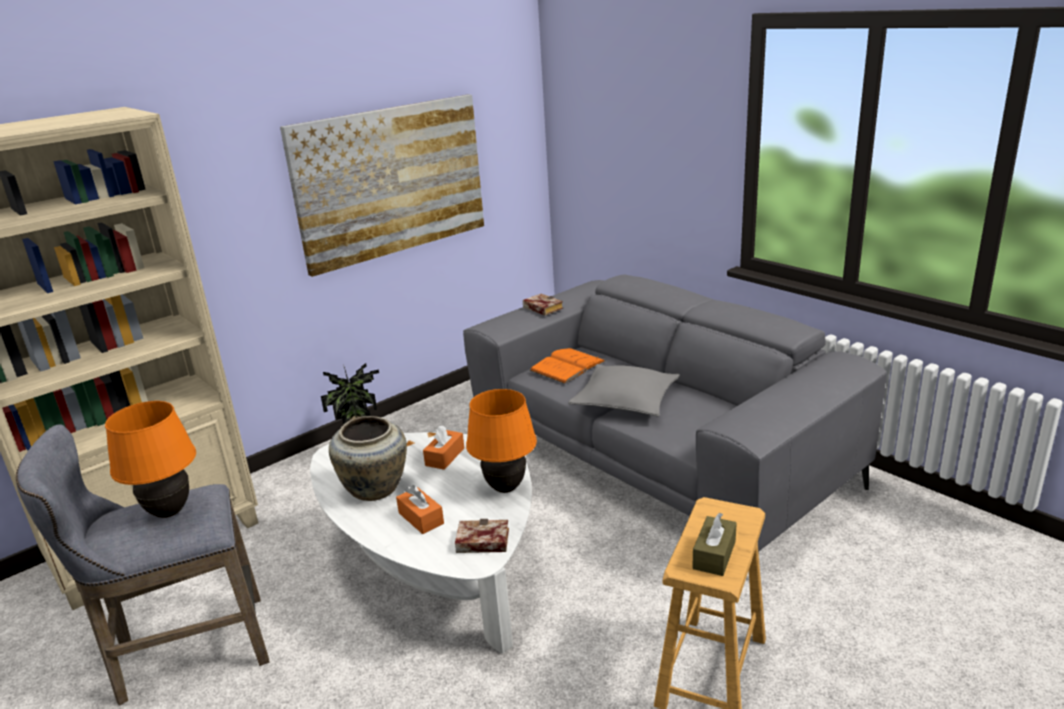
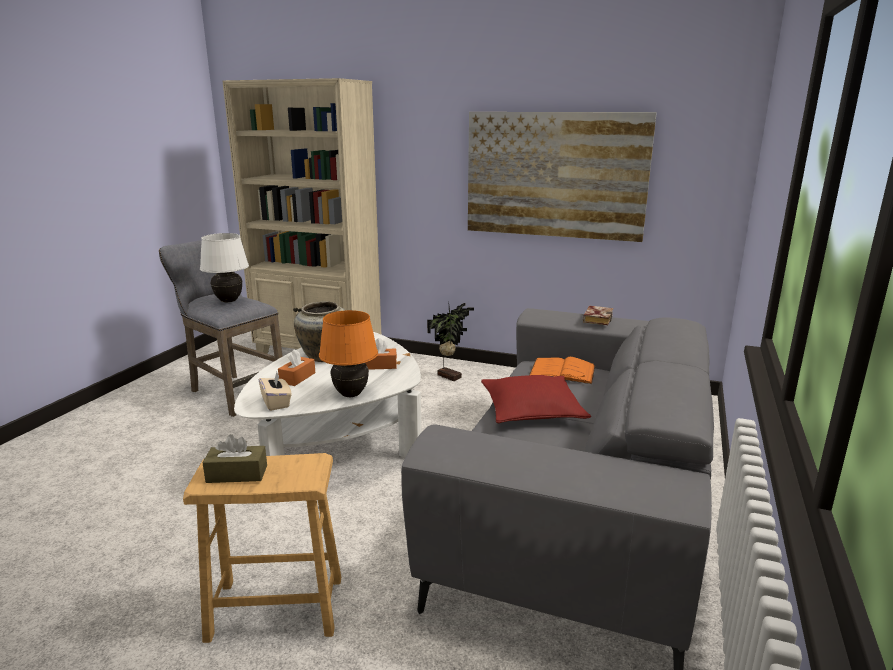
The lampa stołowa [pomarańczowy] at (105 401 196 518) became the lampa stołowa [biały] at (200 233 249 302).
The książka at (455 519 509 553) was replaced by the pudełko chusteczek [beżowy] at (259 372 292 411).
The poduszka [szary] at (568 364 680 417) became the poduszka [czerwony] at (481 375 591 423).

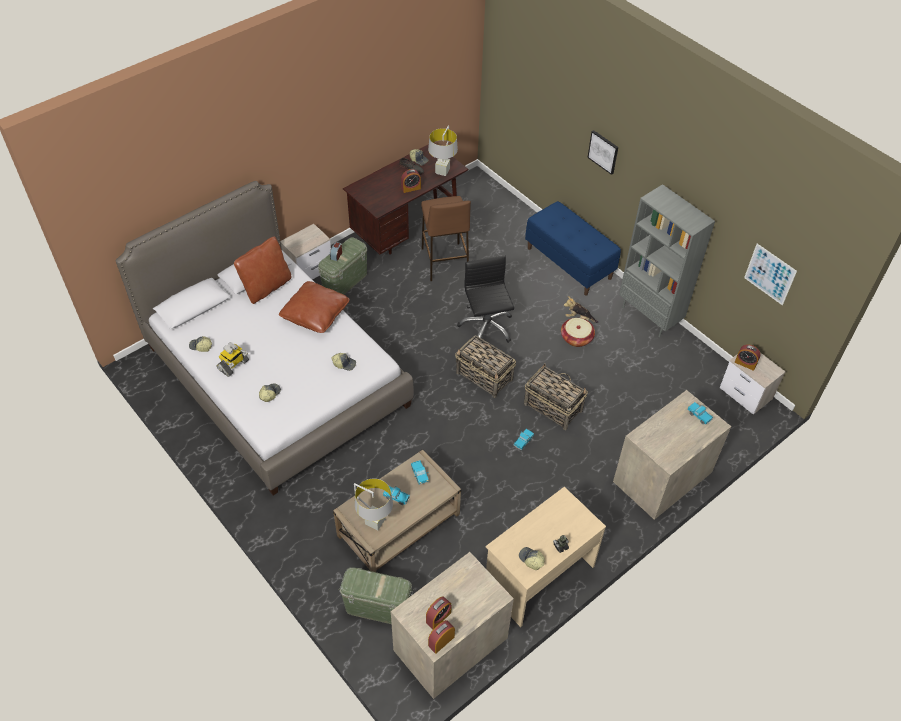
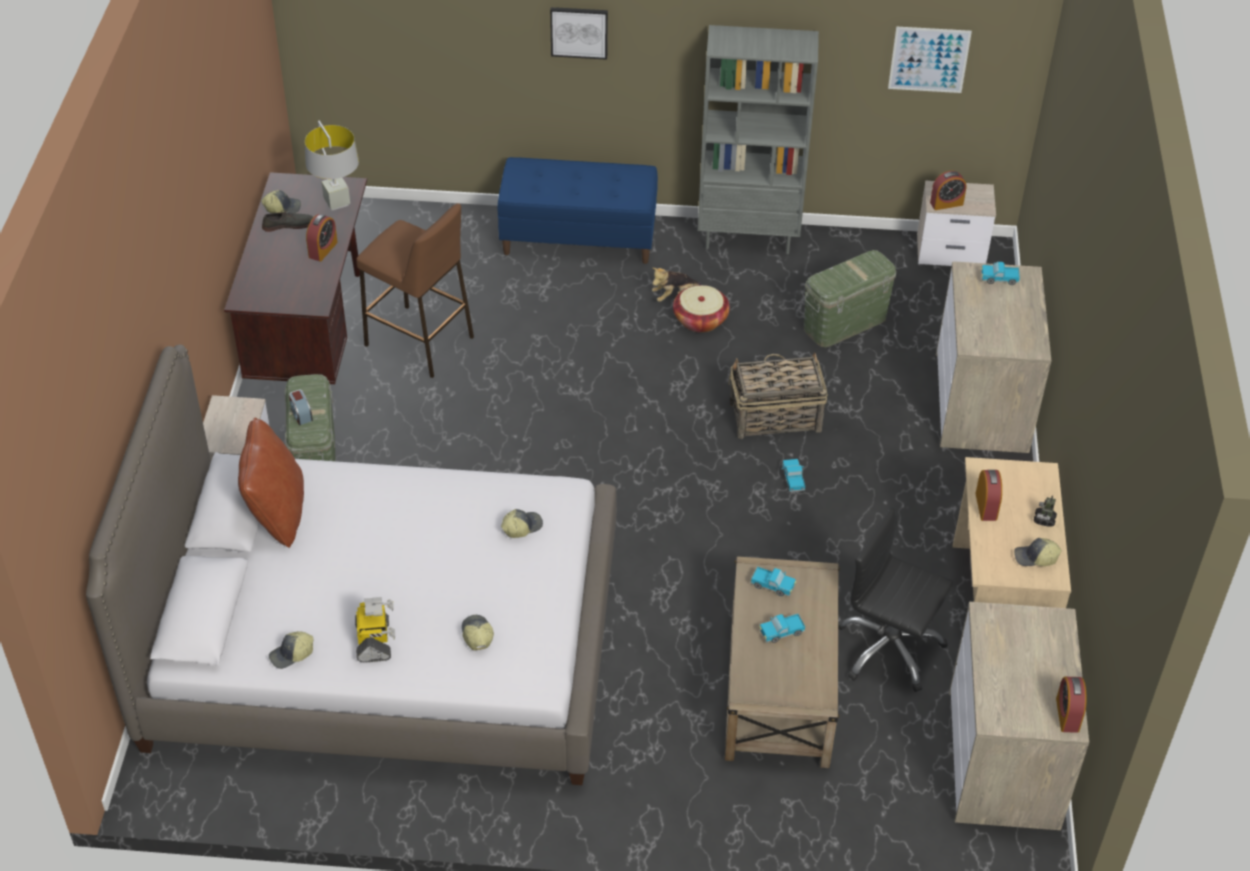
The poduszka [brązowy] at (279 281 350 333) disappeared.
The pojemnik do przechowywania [zielony] moved from (339 567 413 624) to (804 250 897 347).
The lampa stołowa [szary] at (354 479 393 531) disappeared.
The budzik moved from (426 596 452 629) to (975 470 1002 521).
The koszyk at (455 335 516 398) disappeared.
The krzesło biurowe [czarny] moved from (457 256 514 343) to (838 507 954 692).

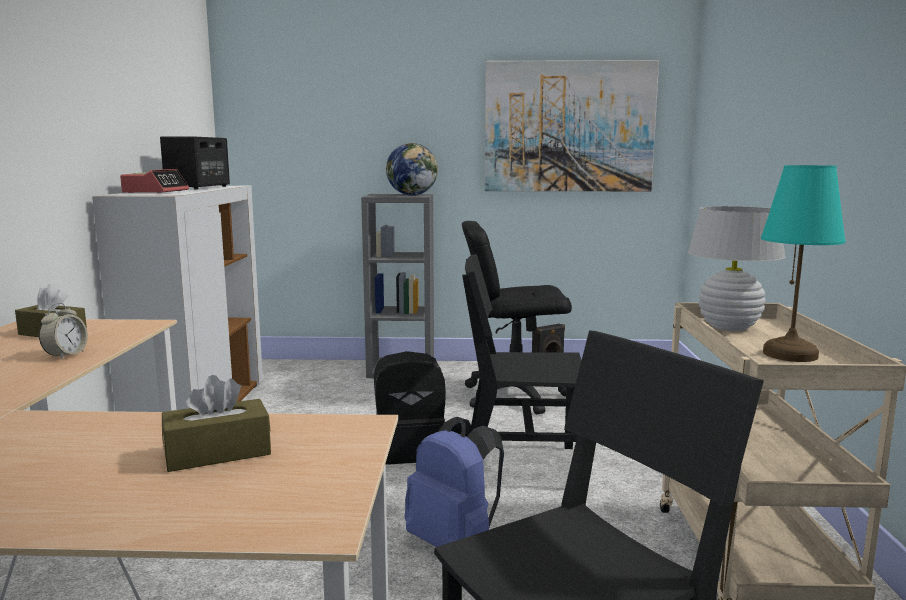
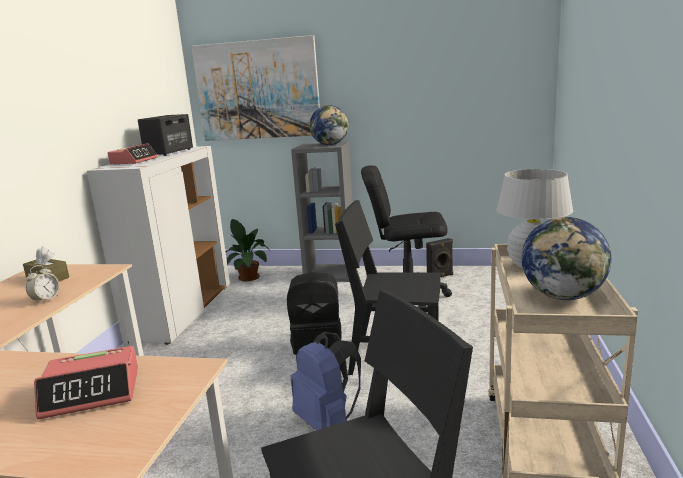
The pudełko chusteczek [brązowy] at (162 375 271 472) was replaced by the budzik at (34 346 138 419).
The obraz moved from (485 60 659 191) to (192 35 320 141).
The lampa stołowa [turkusowy] at (761 165 846 362) was replaced by the globus at (521 217 611 300).
The roślina doniczkowa at (225 219 270 281) appeared.

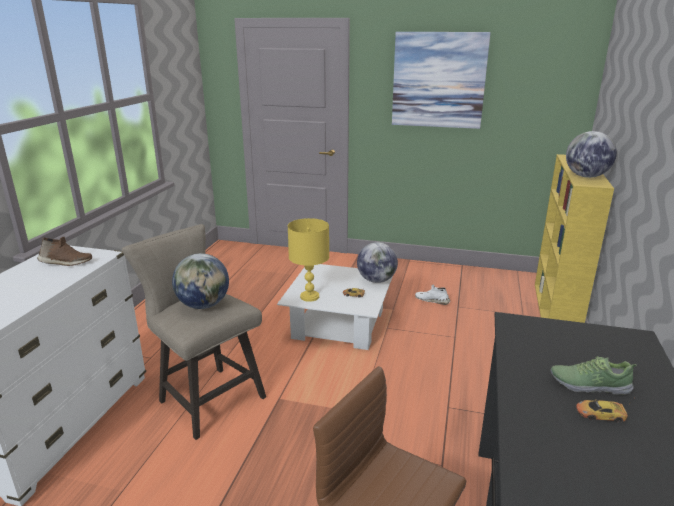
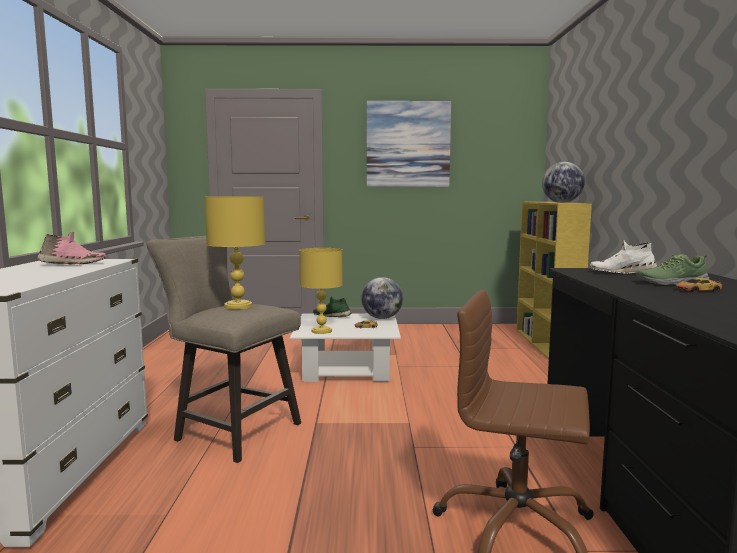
The but [brązowy] at (37 237 92 266) became the but [różowy] at (36 232 106 264).
The globus at (172 253 229 309) was replaced by the lampa stołowa [żółty] at (205 196 265 310).
The but [biały] moved from (415 285 450 305) to (590 240 657 274).
The but [zielony] at (313 297 351 317) appeared.

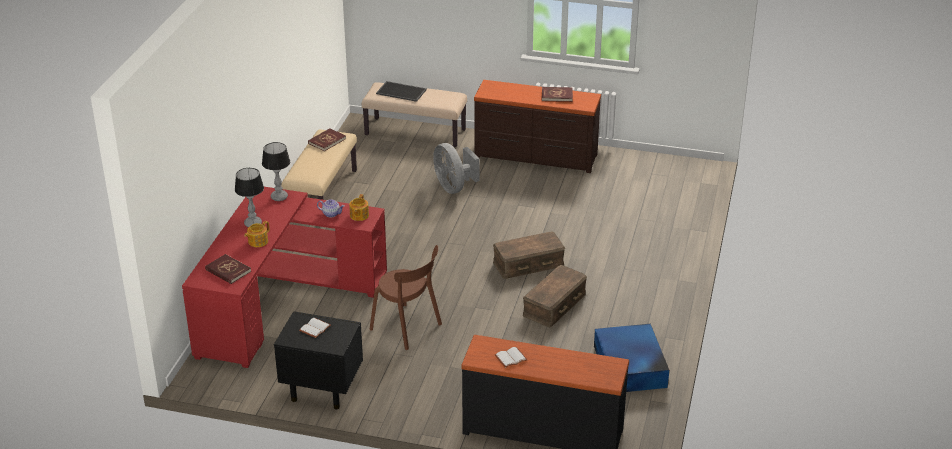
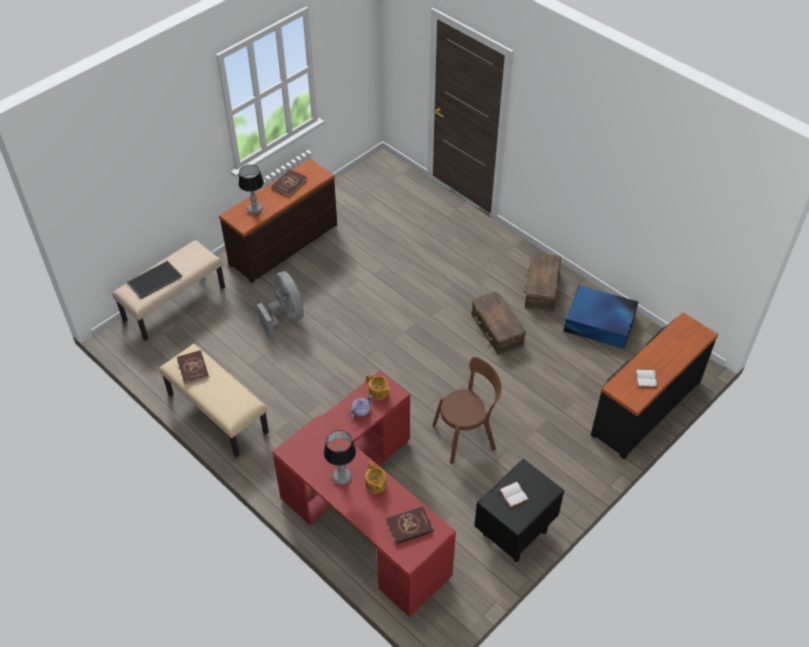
The lampa stołowa moved from (262 142 290 201) to (238 165 264 215).
The wentylator [szary] at (433 143 479 194) turned 120 degrees counterclockwise.
The pojemnik do przechowywania [brązowy] moved from (493 232 565 279) to (524 253 561 312).

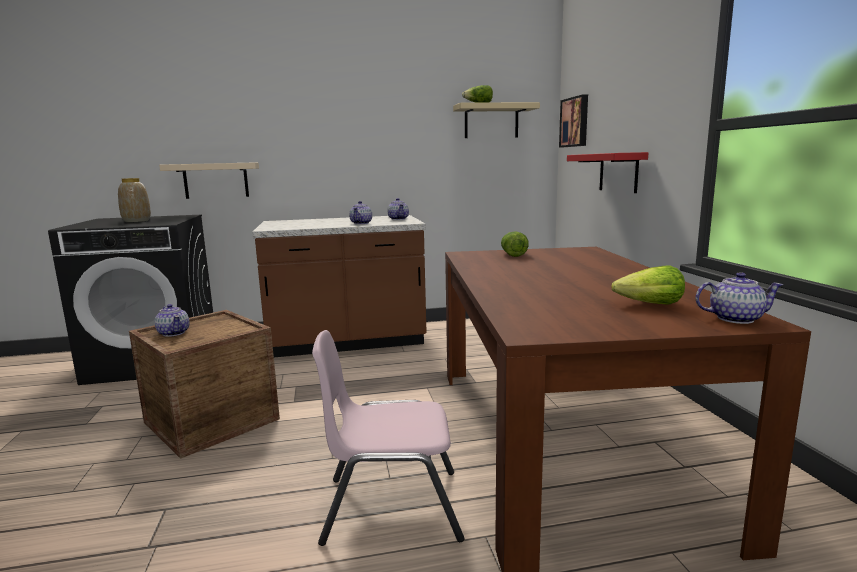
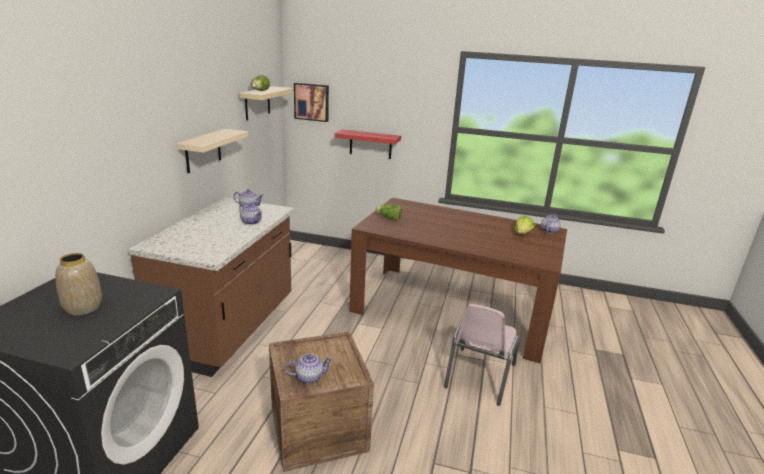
The półka [beżowy] moved from (159 162 259 199) to (176 129 248 173).

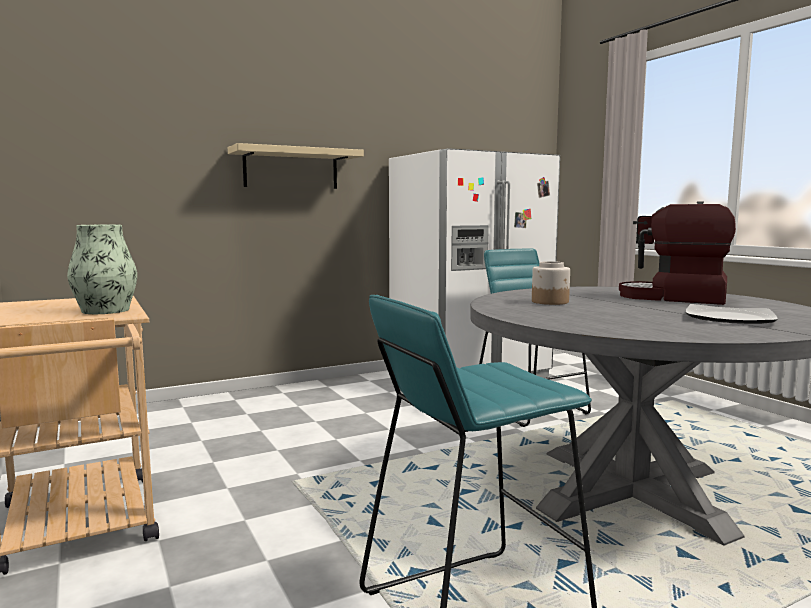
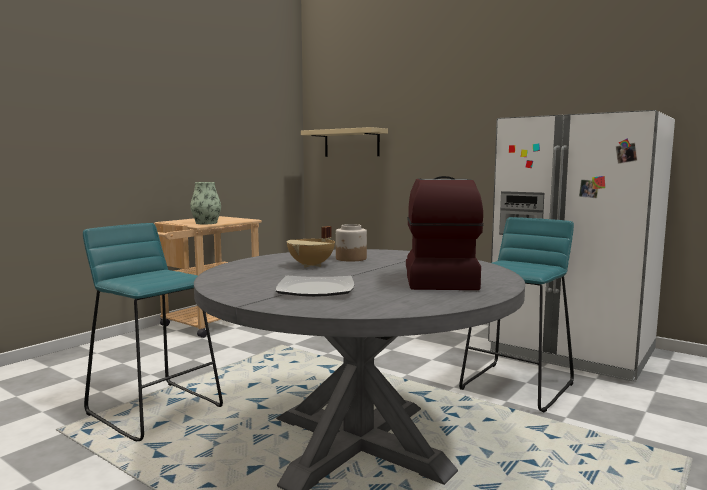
The półka [beżowy] moved from (228 143 364 189) to (301 127 388 157).
The garnek [beżowy] at (287 226 335 267) appeared.

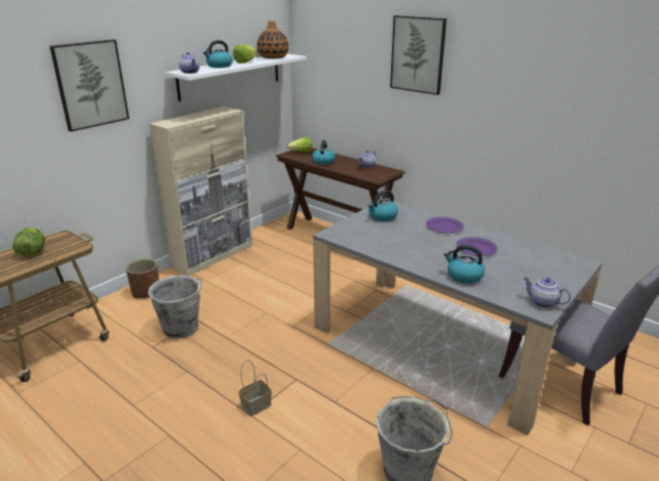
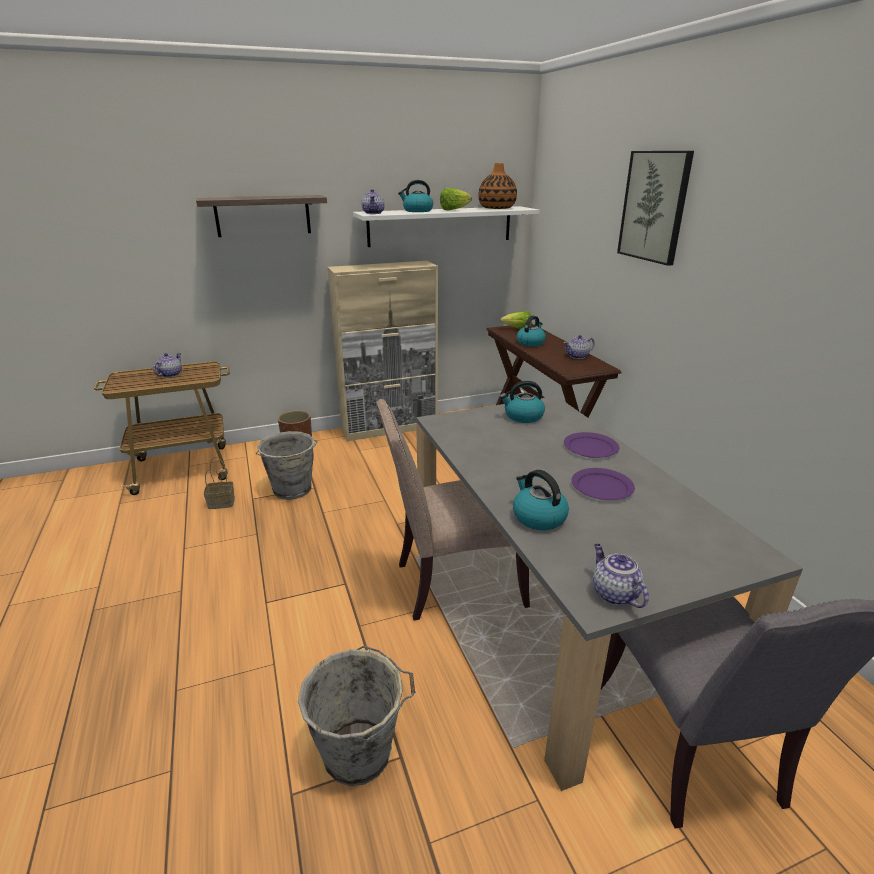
The sałata at (13 228 45 257) was replaced by the imbryk at (153 353 182 377).
The obraz at (50 39 129 132) was replaced by the półka at (196 195 327 237).
The koszyk moved from (239 360 272 416) to (204 457 235 509).
The krzesło [beżowy] at (376 399 530 620) appeared.

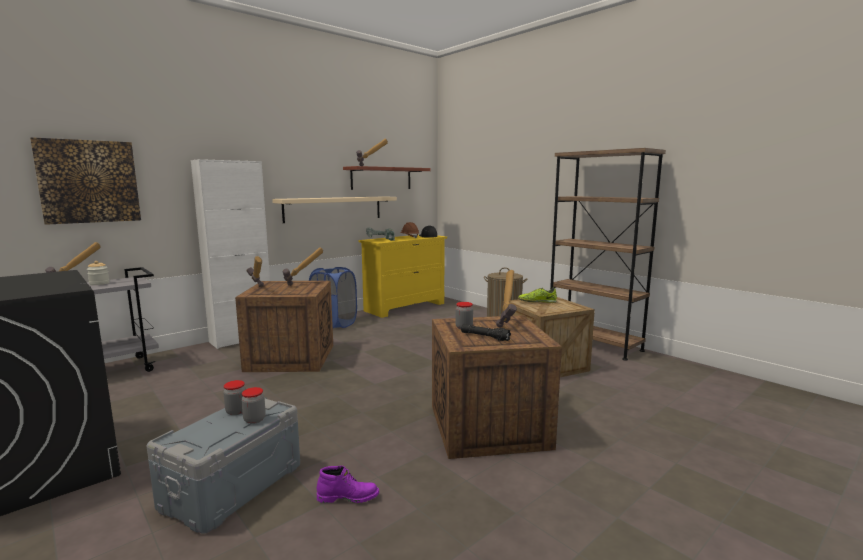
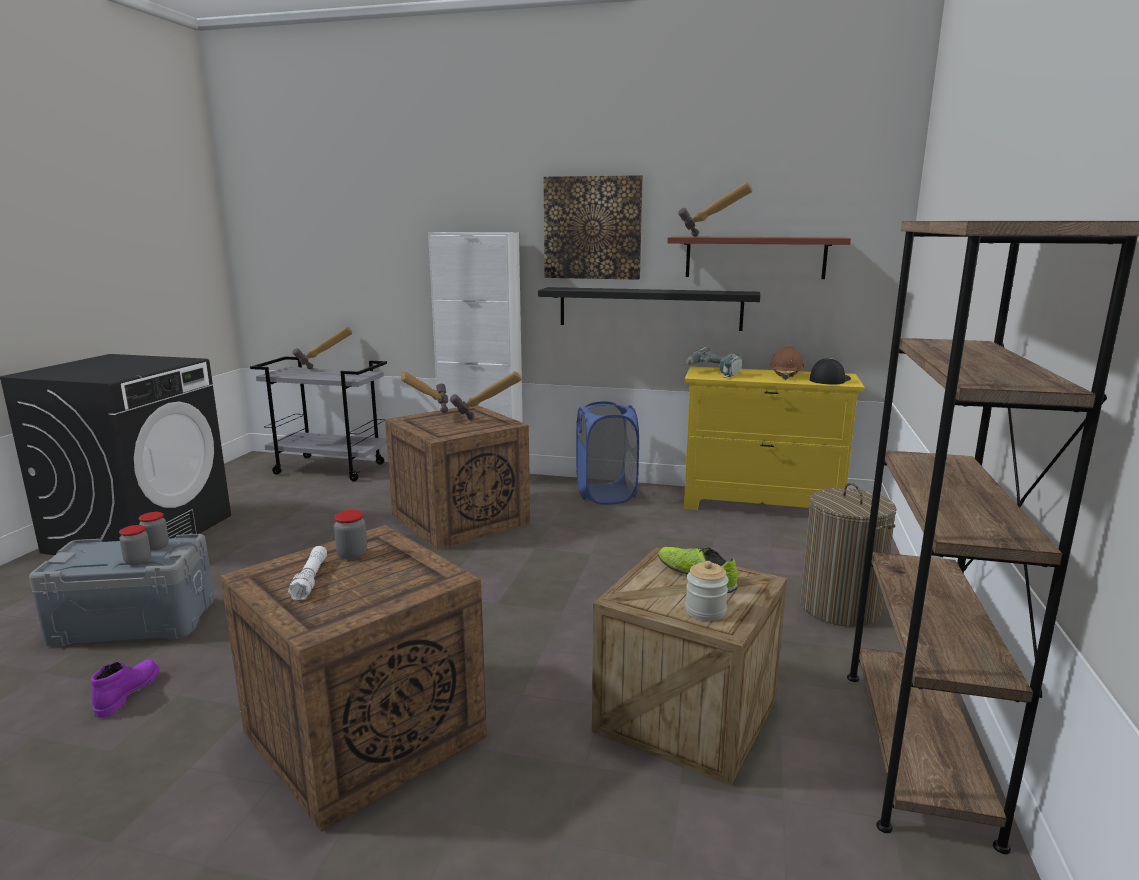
The obraz moved from (30 137 141 225) to (544 175 643 280).
The słoik moved from (87 261 110 285) to (685 561 729 621).
The półka [beżowy] at (272 196 397 223) became the półka [czarny] at (538 287 760 331).
The but z cholewką [fioletowy] at (317 465 379 503) turned 135 degrees counterclockwise.
The latarka [czarny] at (461 324 511 341) became the latarka [biały] at (288 546 327 601).
The młotek at (496 270 517 327) disappeared.

